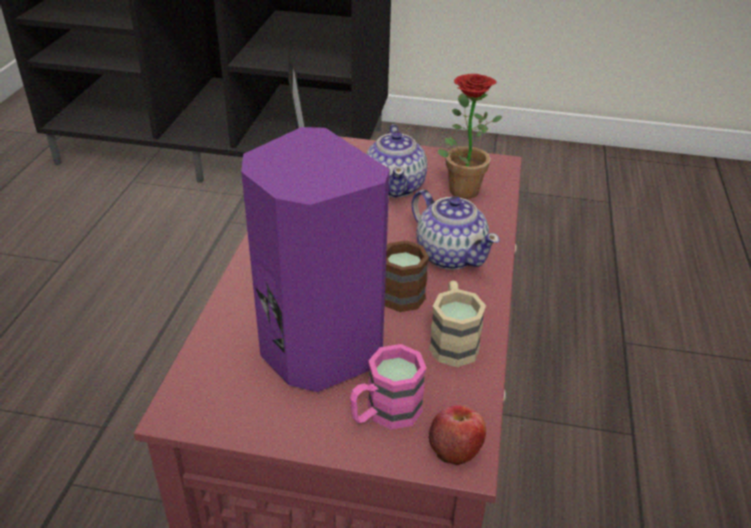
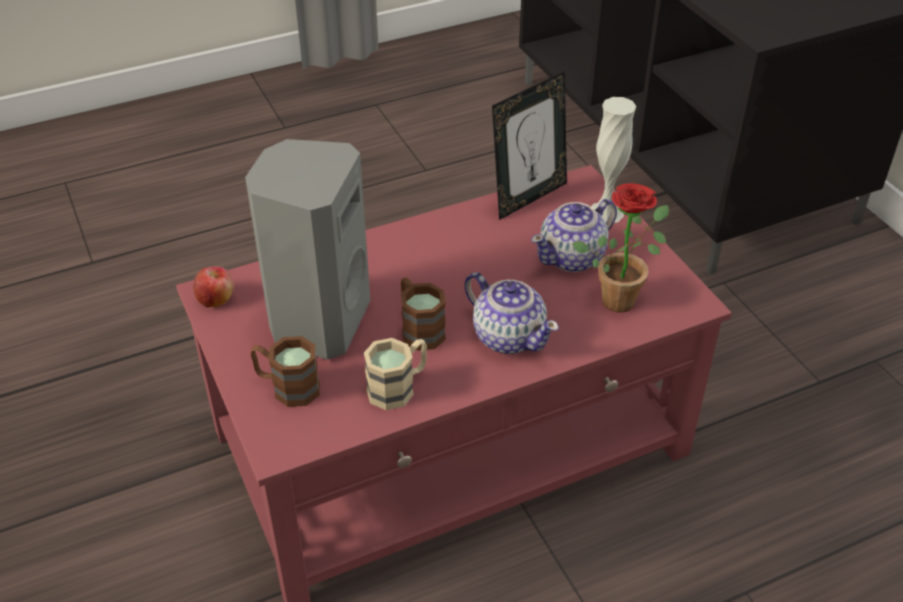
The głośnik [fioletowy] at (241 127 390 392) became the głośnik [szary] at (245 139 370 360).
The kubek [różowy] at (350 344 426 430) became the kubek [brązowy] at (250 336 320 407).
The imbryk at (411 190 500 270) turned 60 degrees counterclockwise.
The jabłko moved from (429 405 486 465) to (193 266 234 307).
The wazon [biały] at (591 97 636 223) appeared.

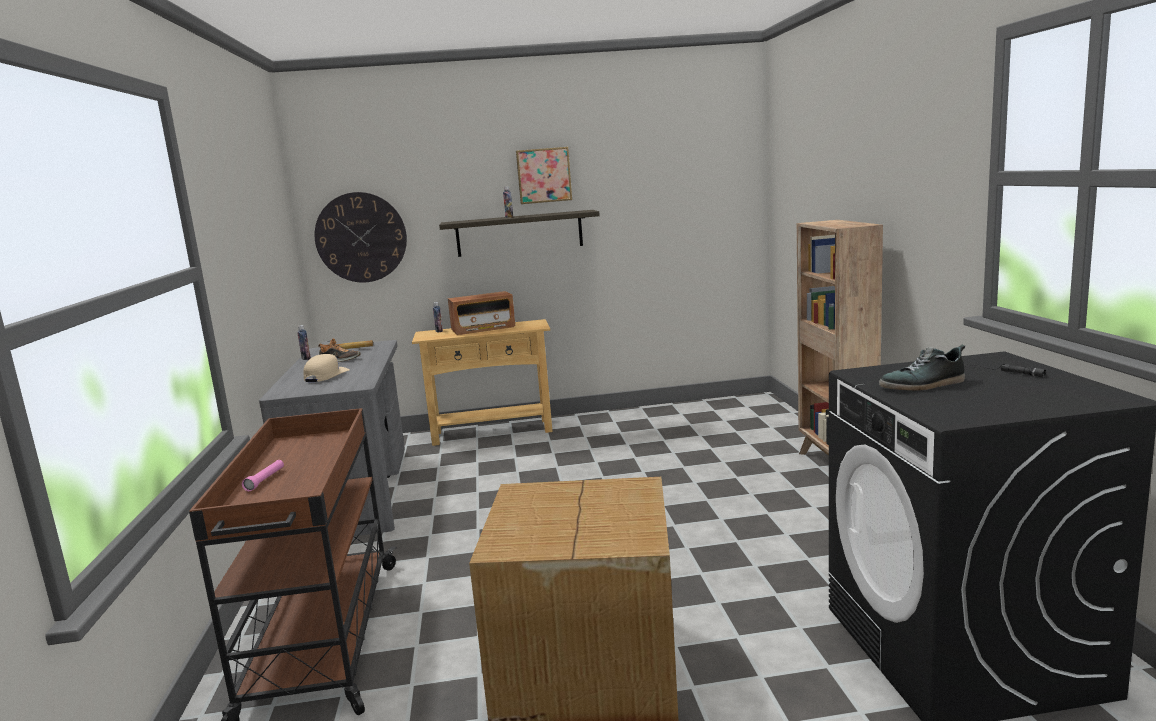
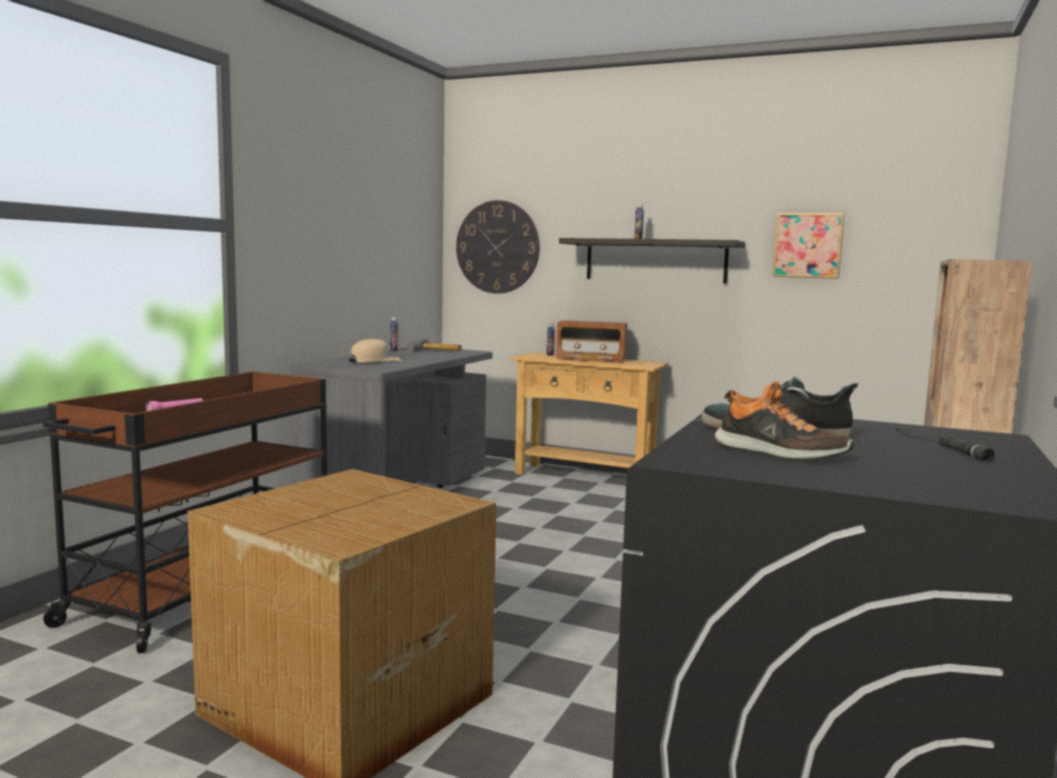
The but moved from (318 338 361 362) to (715 381 854 459).
The obraz moved from (516 147 572 204) to (772 213 844 279).

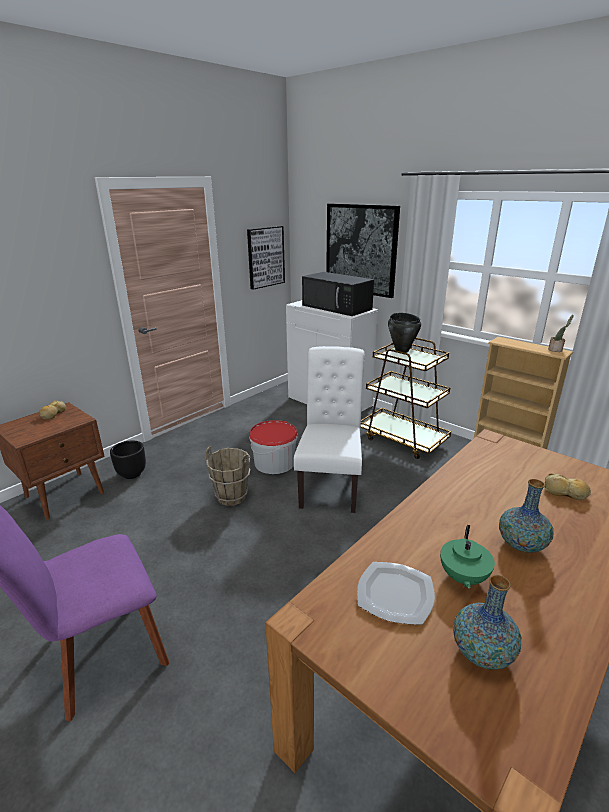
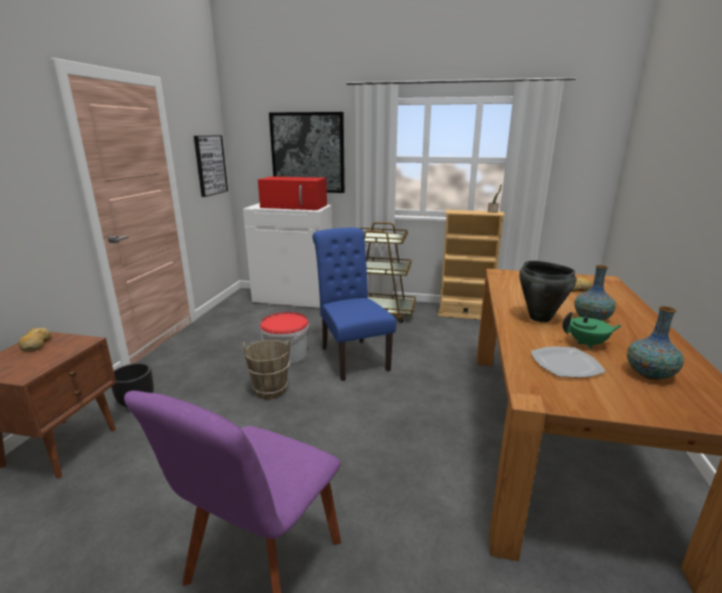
The krzesło [biały] at (294 346 365 513) became the krzesło [niebieski] at (313 227 396 381).
The mikrofalówka [czarny] at (302 272 374 316) became the mikrofalówka [czerwony] at (258 176 327 210).
The garnek [czarny] moved from (388 313 421 353) to (519 261 577 322).
The imbryk [zielony] at (440 525 495 588) turned 75 degrees counterclockwise.

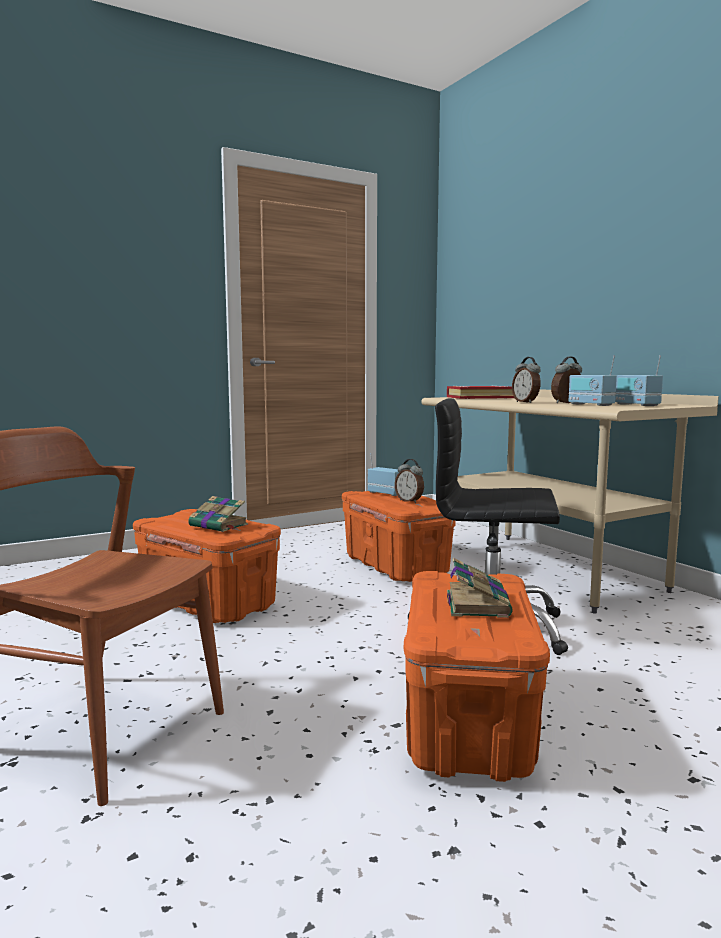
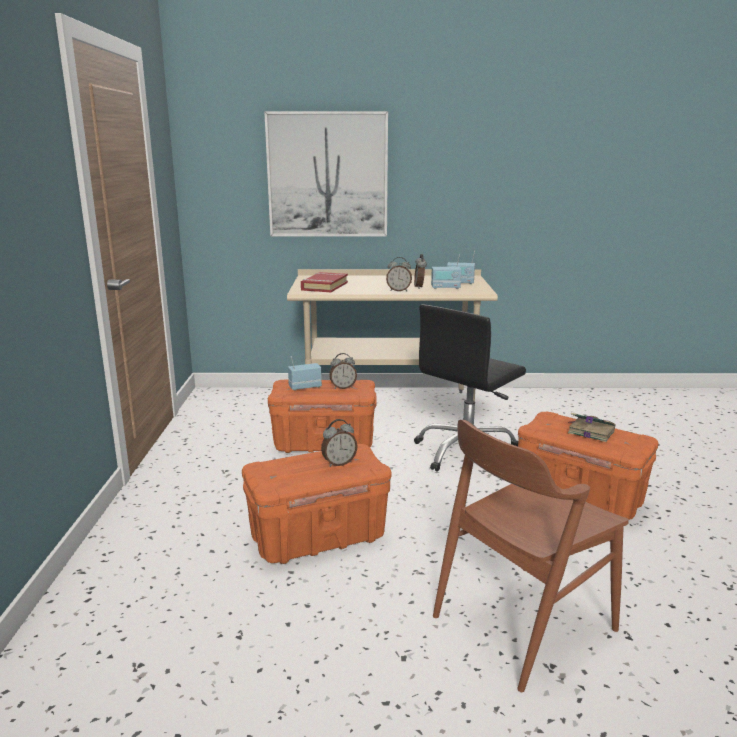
The książka at (188 496 248 532) was replaced by the budzik at (321 419 358 467).
The obraz at (264 111 388 236) appeared.

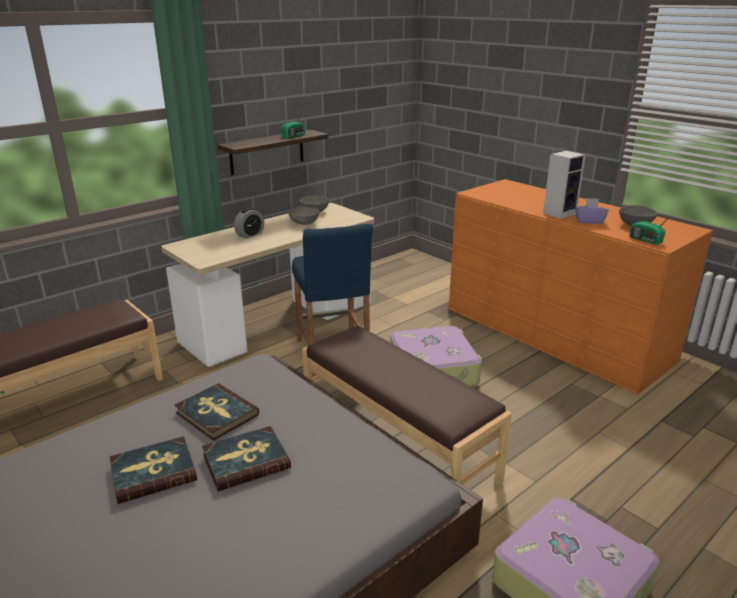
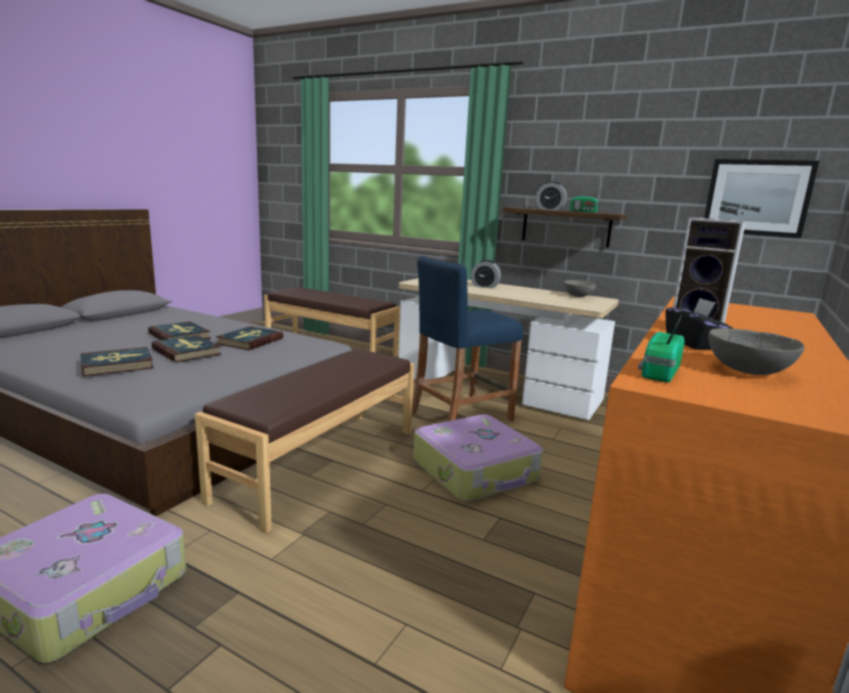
The miska [szary] at (288 207 319 225) disappeared.
The pudełko chusteczek [fioletowy] at (575 198 609 224) became the pudełko chusteczek [czarny] at (666 298 733 350).
The książka at (80 347 154 376) appeared.
The budzik at (536 181 567 210) appeared.
The obraz at (704 159 819 238) appeared.

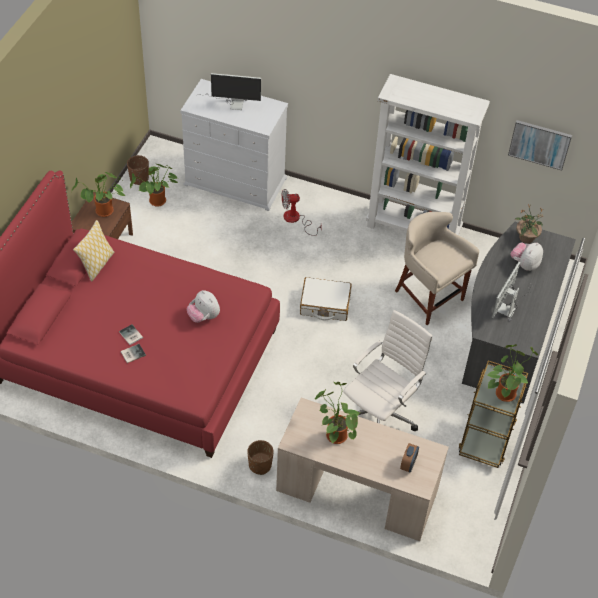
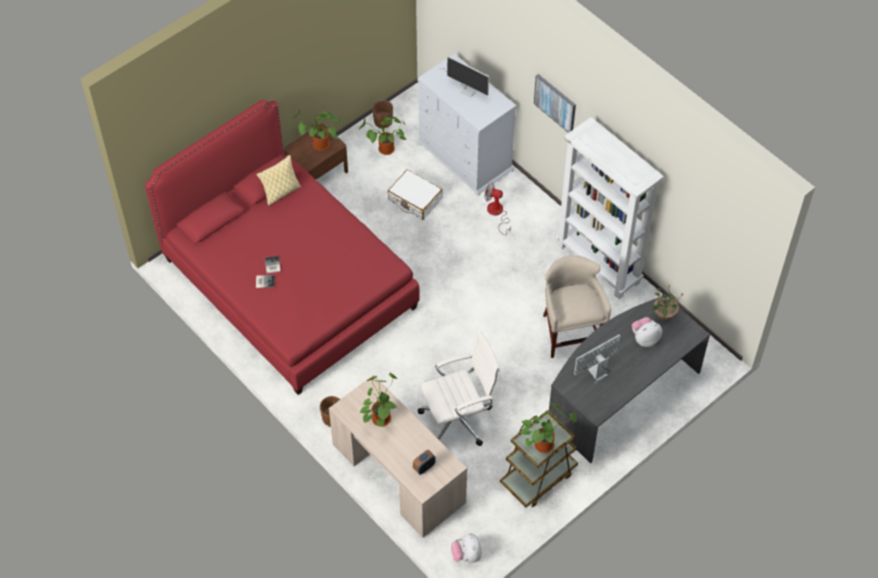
The pluszak moved from (187 290 220 323) to (451 533 482 563).
The walizka [biały] moved from (300 277 352 321) to (388 170 443 220).
The obraz moved from (508 120 572 171) to (534 74 576 133).

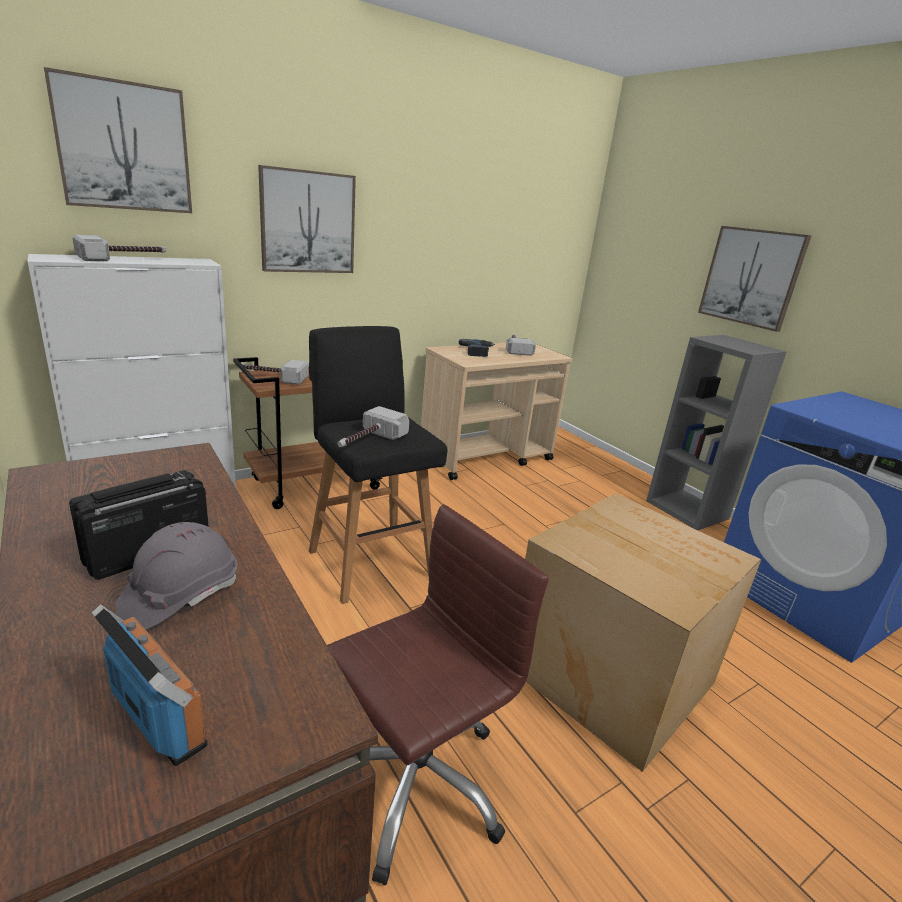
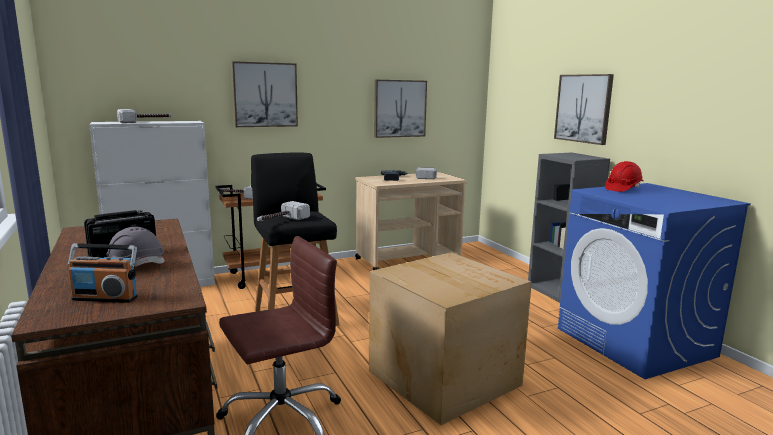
The obraz moved from (44 67 192 213) to (374 80 427 138).
The radio at (91 605 208 766) turned 135 degrees clockwise.
The kask [czerwony] at (605 161 644 192) appeared.

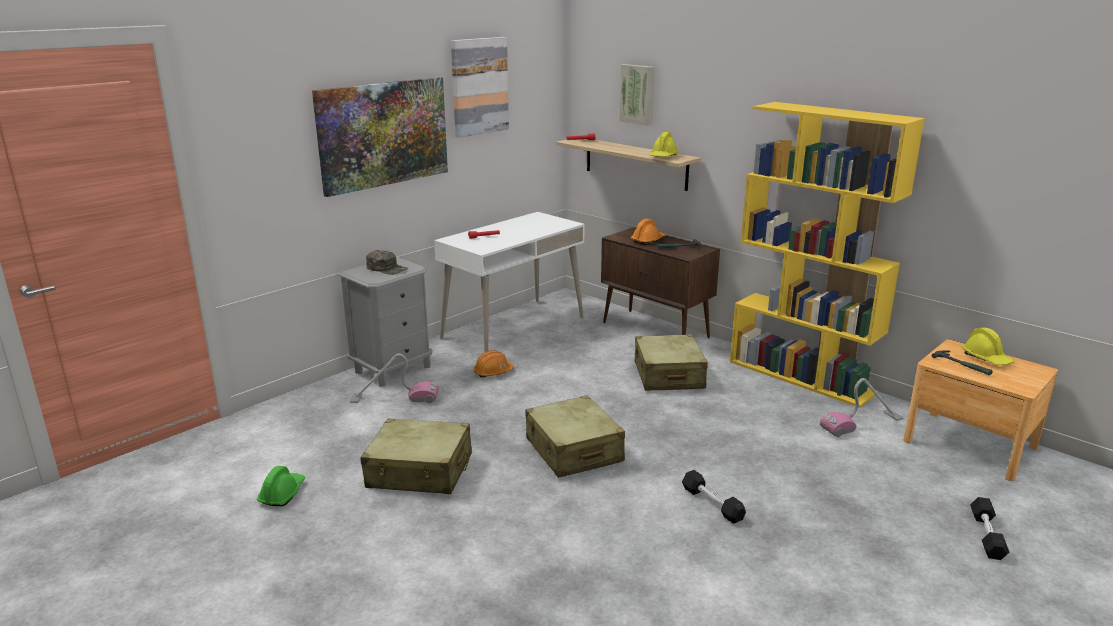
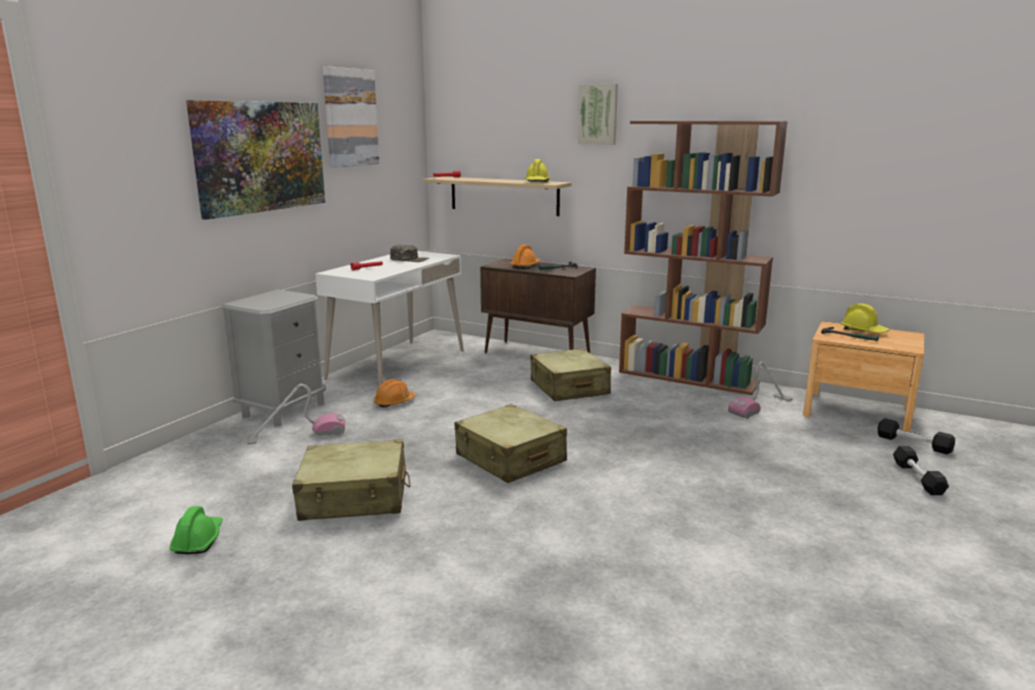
The czapka z daszkiem [zielony] moved from (366 250 409 275) to (390 245 429 262).
The obraz moved from (619 64 654 126) to (578 84 618 145).
The hantel [czarny] moved from (682 470 746 523) to (877 418 955 454).
The regał [żółty] at (730 102 925 408) became the regał [brązowy] at (619 121 788 395).

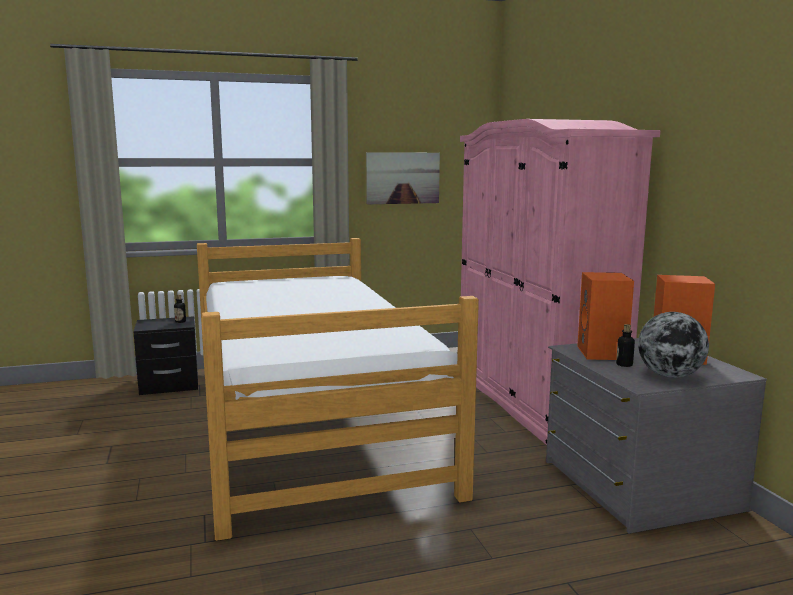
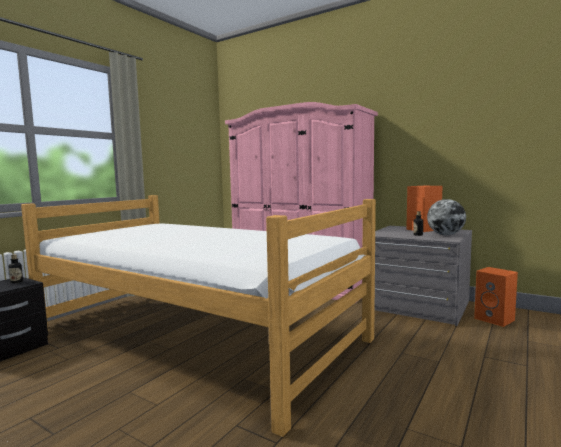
The obraz at (366 152 440 204) disappeared.
The głośnik [pomarańczowy] moved from (577 272 634 360) to (474 267 518 327).

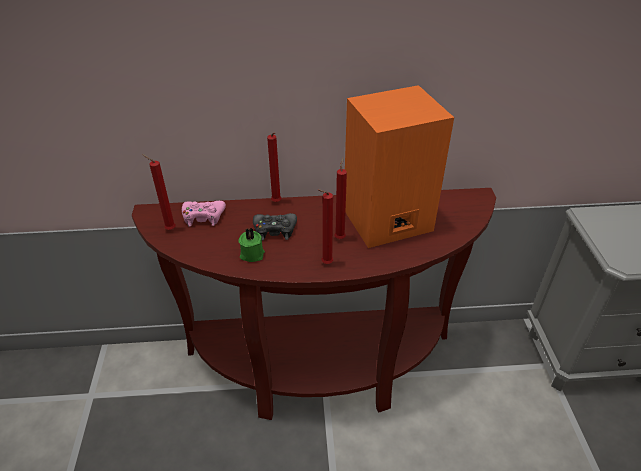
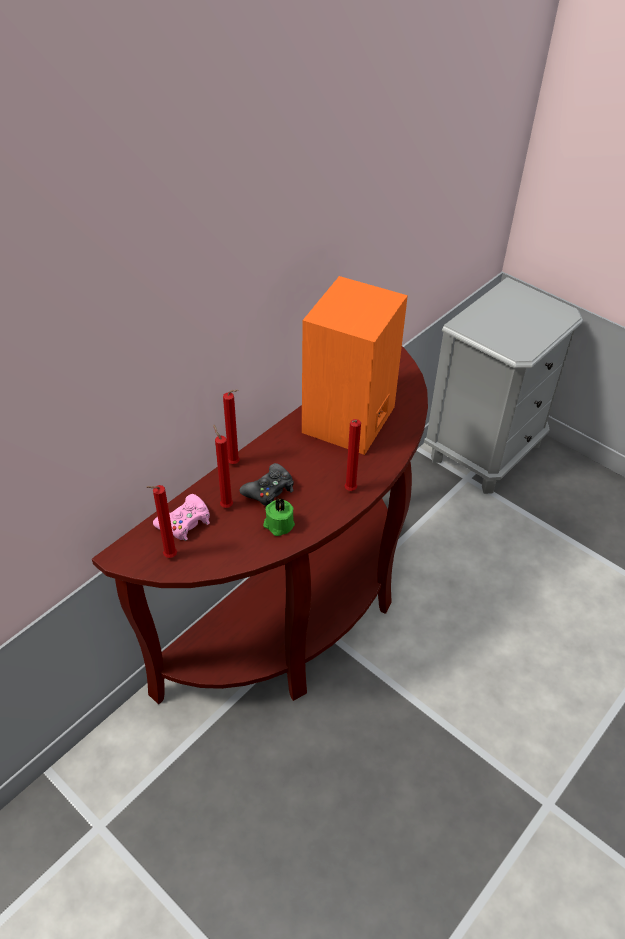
The świeca [czerwony] moved from (334 158 347 239) to (213 424 233 508).

